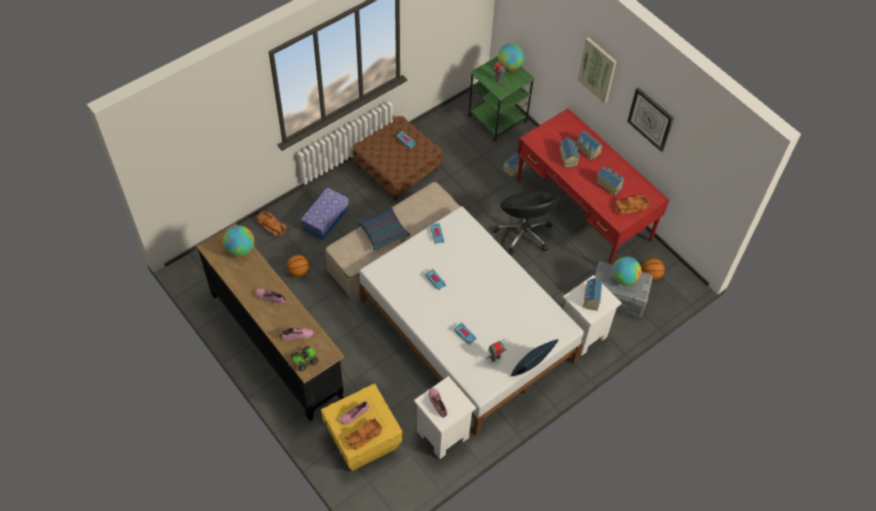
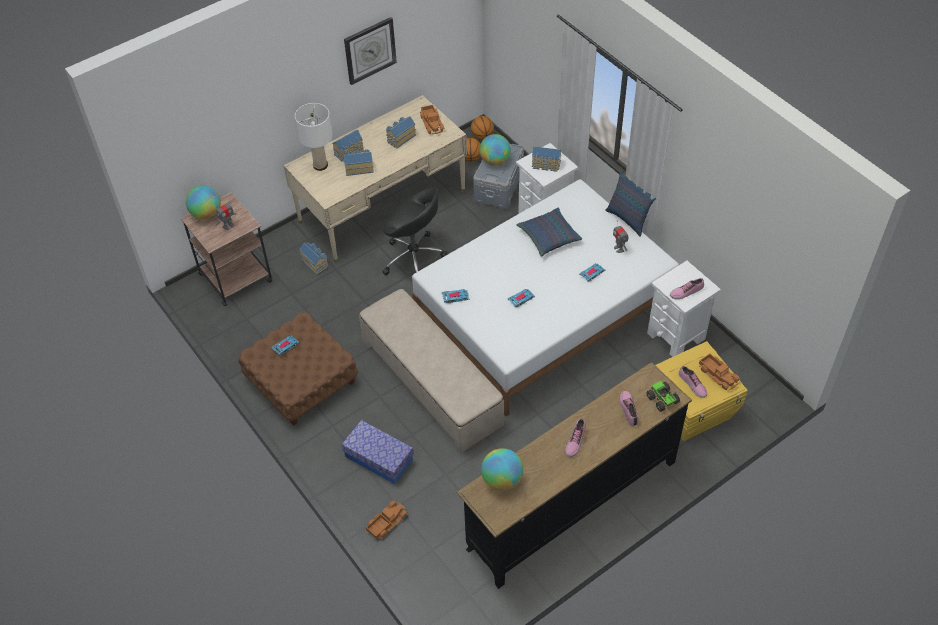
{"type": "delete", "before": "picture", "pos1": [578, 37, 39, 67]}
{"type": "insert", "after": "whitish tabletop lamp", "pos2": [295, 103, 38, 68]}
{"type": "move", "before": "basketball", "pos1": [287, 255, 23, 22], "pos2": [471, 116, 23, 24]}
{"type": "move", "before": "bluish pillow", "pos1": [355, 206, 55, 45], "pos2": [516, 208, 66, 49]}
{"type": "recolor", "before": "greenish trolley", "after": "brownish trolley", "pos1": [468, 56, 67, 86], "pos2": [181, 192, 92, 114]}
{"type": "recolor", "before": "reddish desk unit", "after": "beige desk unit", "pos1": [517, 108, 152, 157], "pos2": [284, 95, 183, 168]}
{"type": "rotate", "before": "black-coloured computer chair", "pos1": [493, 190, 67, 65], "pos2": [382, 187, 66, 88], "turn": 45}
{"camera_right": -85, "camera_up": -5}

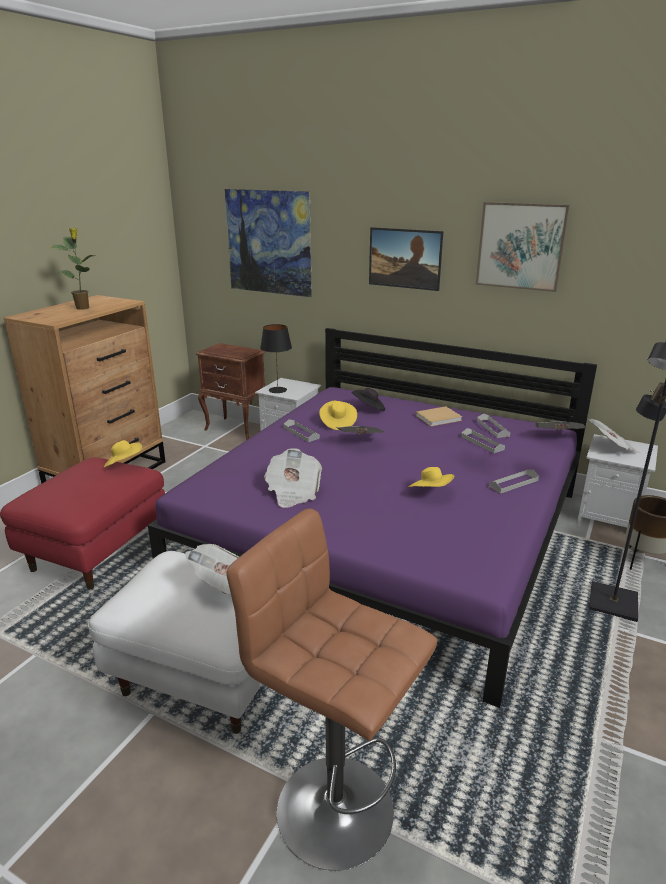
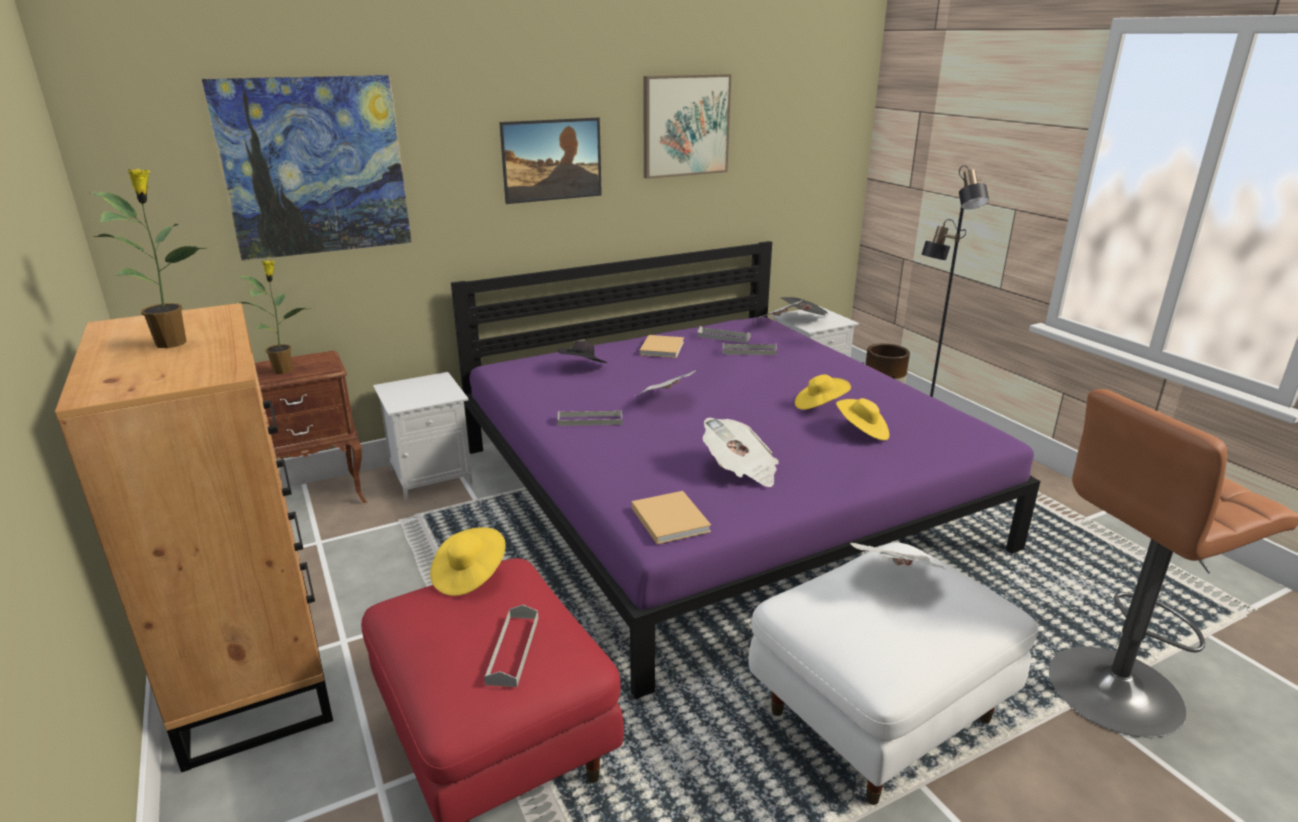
{"type": "delete", "before": "black-coloured tabletop lamp", "pos1": [260, 324, 32, 69]}
{"type": "insert", "after": "potted plant", "pos2": [236, 260, 72, 114]}
{"type": "insert", "after": "beige book", "pos2": [632, 491, 79, 53]}
{"type": "move", "before": "yellow-coloured hat", "pos1": [319, 401, 38, 29], "pos2": [836, 398, 53, 42]}
{"type": "move", "before": "greyish serving tray", "pos1": [489, 469, 50, 25], "pos2": [484, 605, 54, 82]}
{"camera_right": -55, "camera_up": 0}

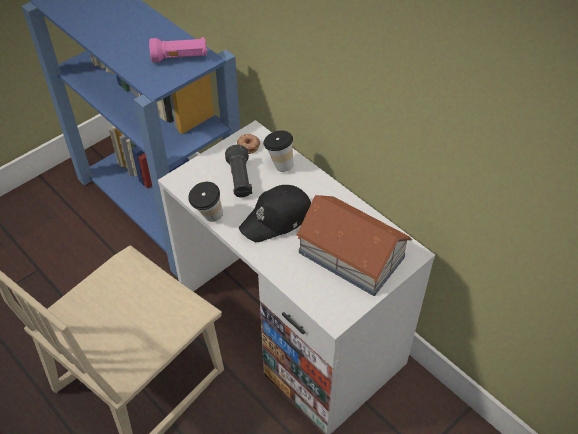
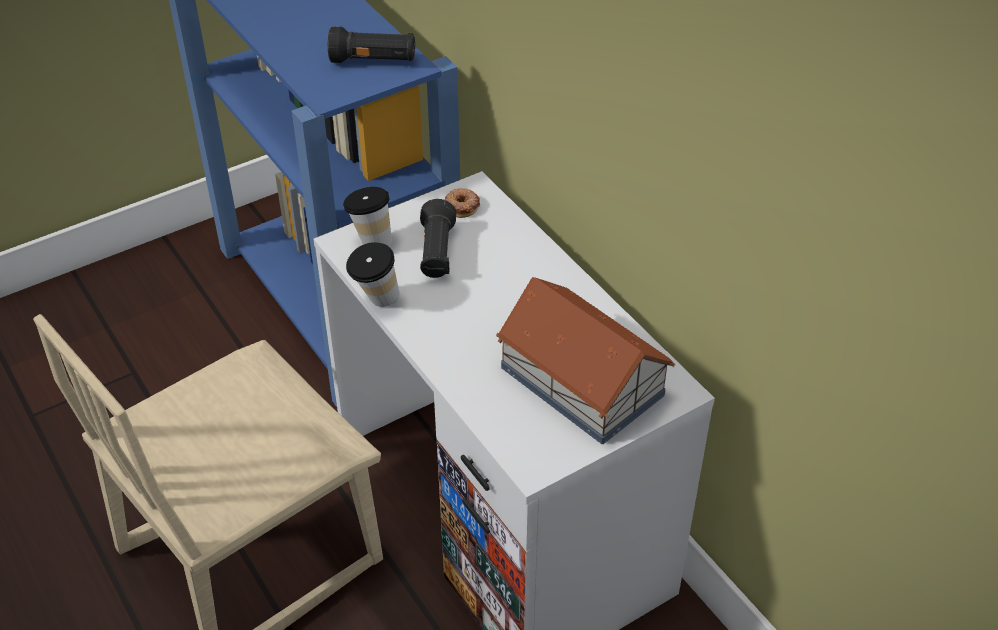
{"type": "delete", "before": "black-coloured baseball cap", "pos1": [239, 185, 72, 57]}
{"type": "move", "before": "small cup", "pos1": [263, 131, 31, 41], "pos2": [343, 187, 49, 59]}
{"type": "recolor", "before": "pink flashlight", "after": "black-coloured flashlight", "pos1": [149, 37, 58, 25], "pos2": [328, 26, 87, 37]}
{"camera_right": 10, "camera_up": -5}

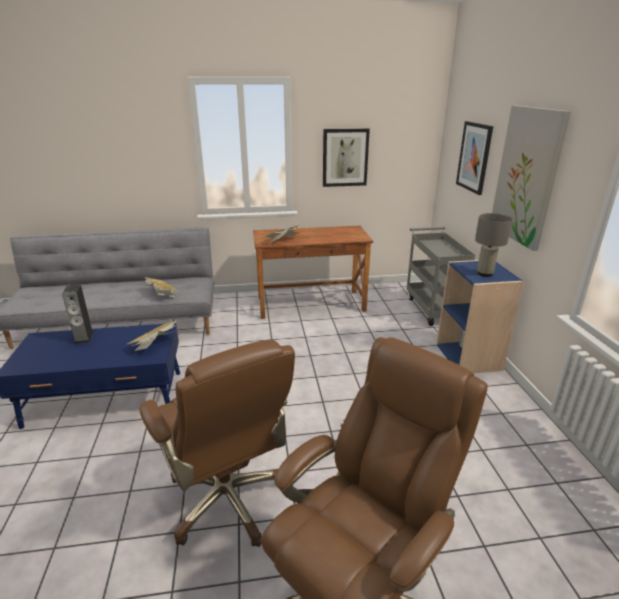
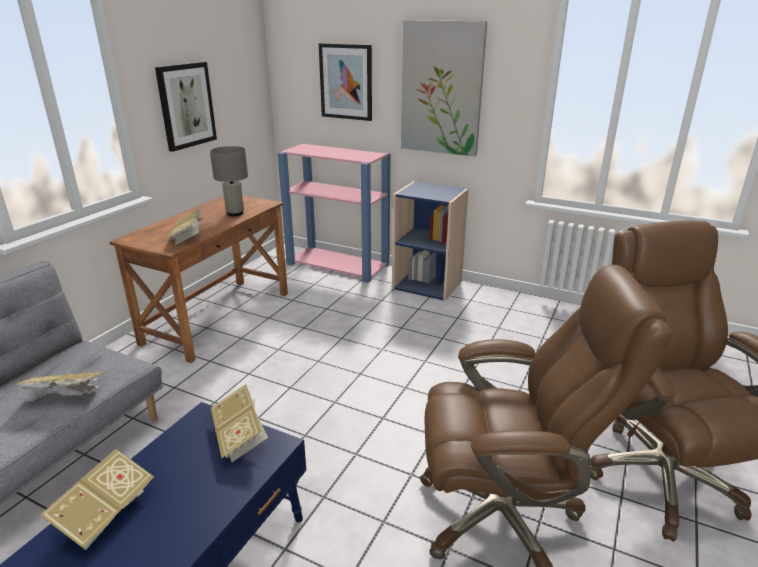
{"type": "move", "before": "greyish tabletop lamp", "pos1": [475, 213, 37, 64], "pos2": [210, 146, 38, 70]}
{"type": "replace", "before": "loudspeaker", "after": "book", "pos1": [62, 284, 32, 60], "pos2": [40, 449, 114, 101]}
{"type": "replace", "before": "greyish trolley", "after": "pink bookcase", "pos1": [407, 227, 68, 99], "pos2": [278, 143, 113, 140]}
{"camera_right": -55, "camera_up": 0}

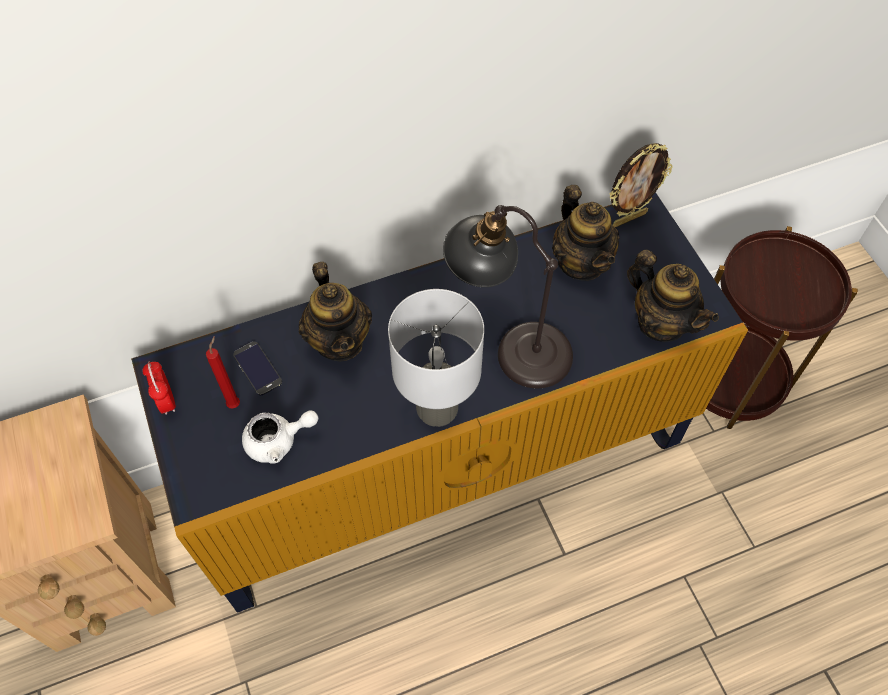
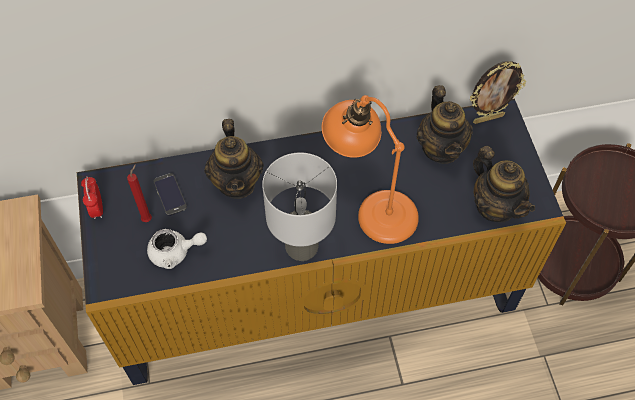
{"type": "recolor", "before": "greyish tabletop lamp", "after": "orange-coloured tabletop lamp", "pos1": [443, 205, 130, 183], "pos2": [322, 95, 97, 149]}
{"camera_right": 10, "camera_up": 0}

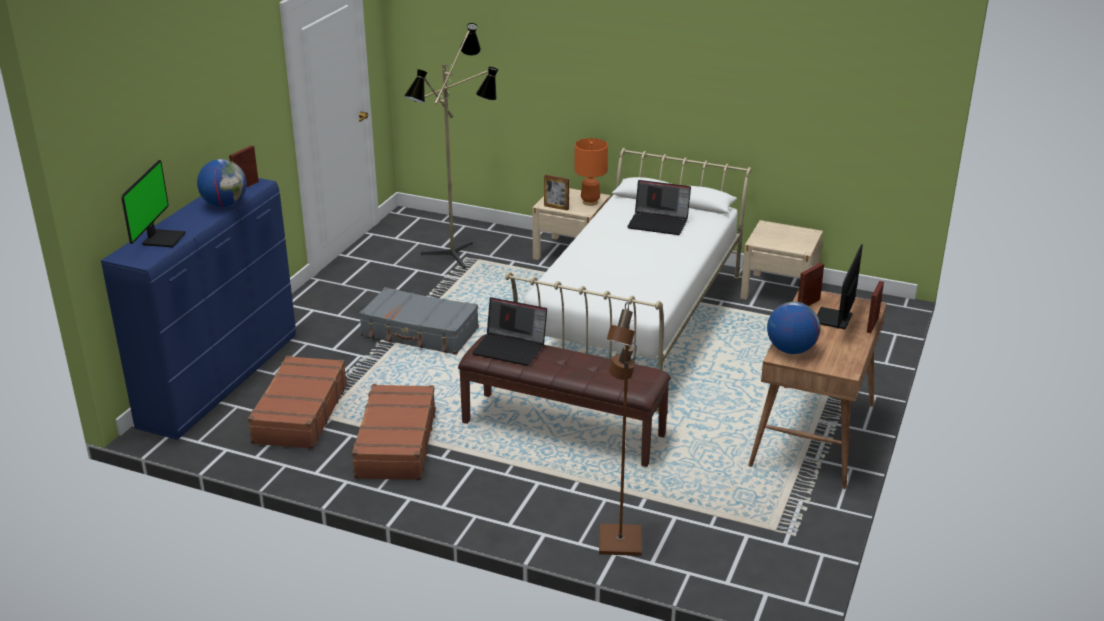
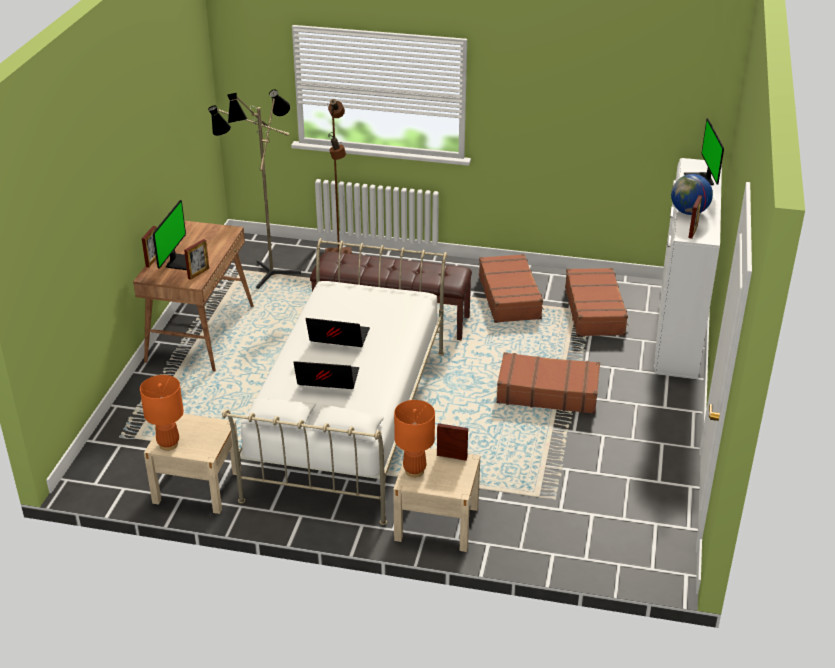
{"type": "delete", "before": "globe", "pos1": [767, 302, 53, 52]}
{"type": "insert", "after": "orange-coloured tabletop lamp", "pos2": [140, 375, 44, 76]}
{"type": "move", "before": "standard lamp", "pos1": [404, 23, 94, 246], "pos2": [208, 90, 93, 199]}
{"type": "move", "before": "portable computer", "pos1": [472, 297, 75, 69], "pos2": [306, 318, 64, 29]}
{"type": "recolor", "before": "bluish dresser", "after": "whitish dresser", "pos1": [101, 178, 195, 262], "pos2": [654, 158, 68, 221]}
{"type": "recolor", "before": "greyish piece of luggage", "after": "brownish piece of luggage", "pos1": [359, 287, 120, 68], "pos2": [496, 352, 104, 62]}
{"camera_right": 170, "camera_up": 5}

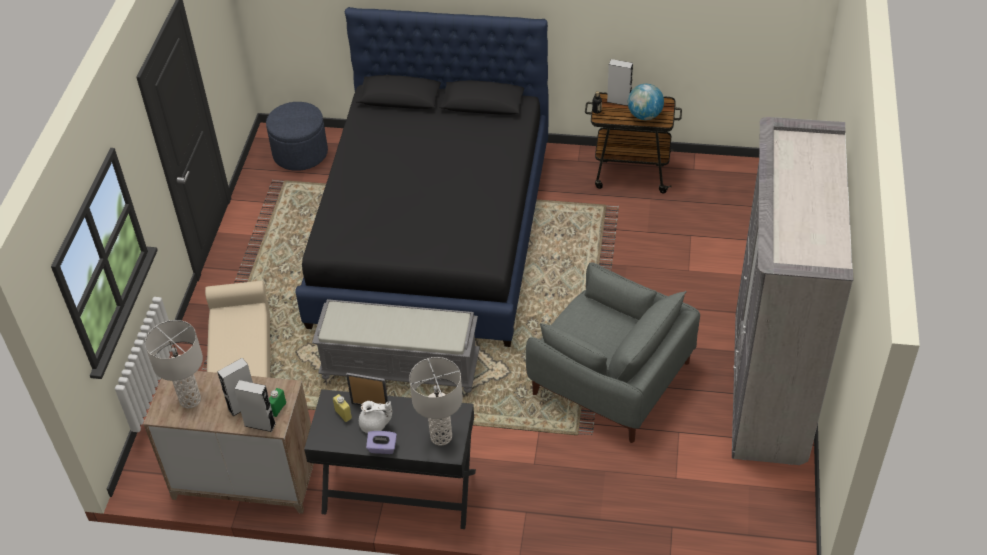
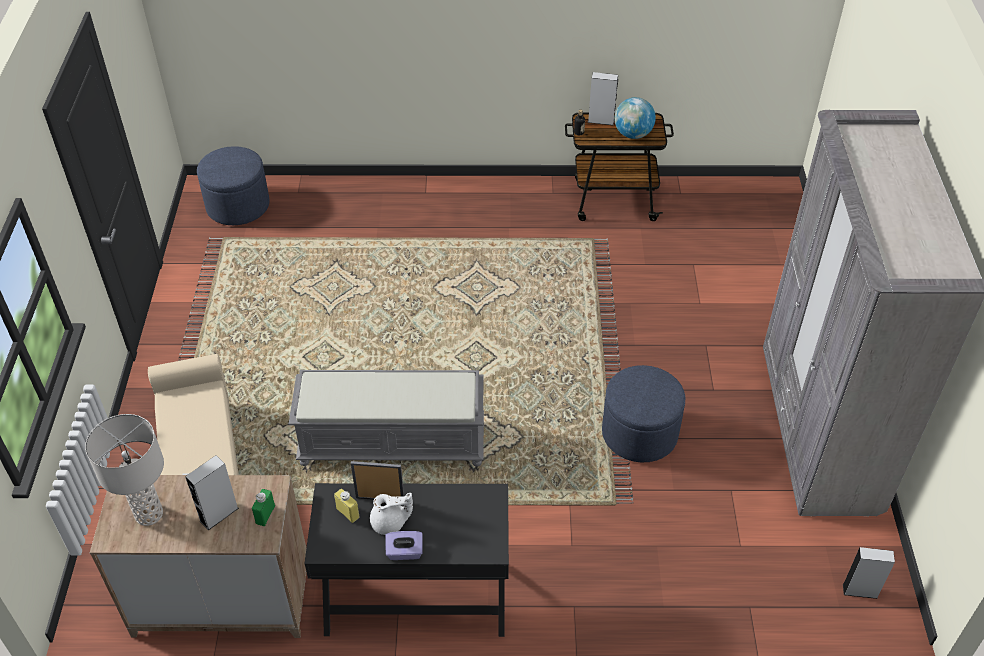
{"type": "delete", "before": "black-coloured bed", "pos1": [295, 7, 254, 340]}
{"type": "delete", "before": "whitish tabletop lamp", "pos1": [409, 357, 54, 89]}
{"type": "move", "before": "greyish loudspeaker", "pos1": [234, 380, 42, 52], "pos2": [843, 547, 52, 52]}
{"type": "replace", "before": "greyish easy chair", "after": "bluish pouffe", "pos1": [526, 262, 174, 181], "pos2": [602, 365, 83, 98]}
{"camera_right": -10, "camera_up": 0}

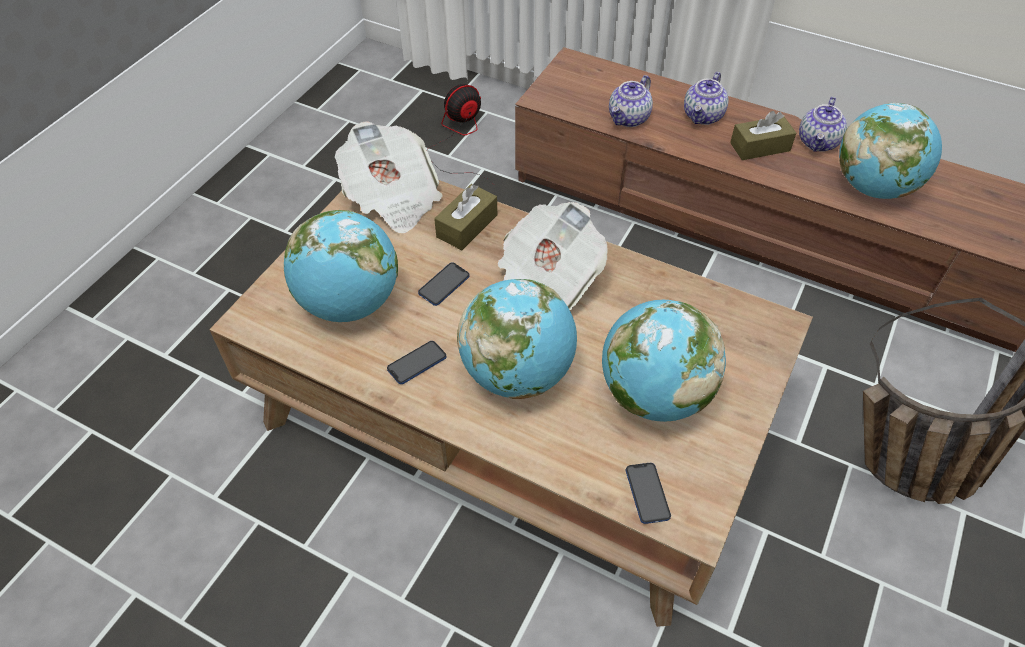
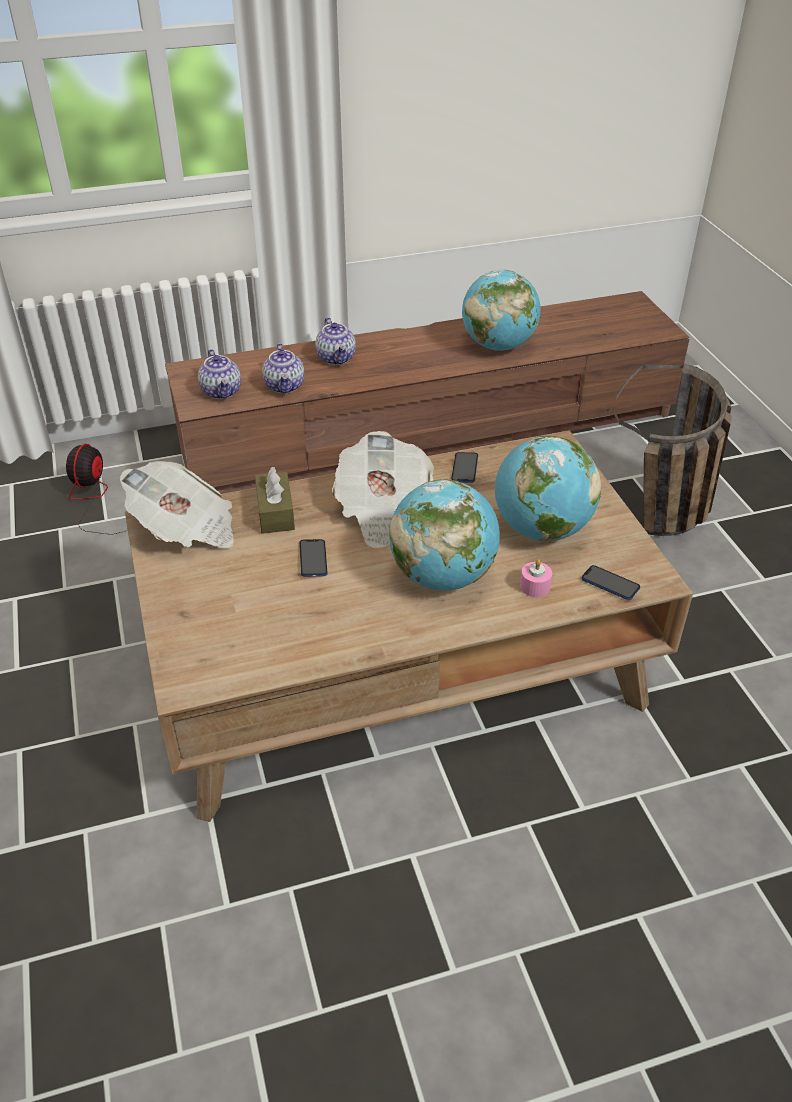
{"type": "delete", "before": "globe", "pos1": [284, 210, 114, 112]}
{"type": "delete", "before": "brownish tissue holder", "pos1": [730, 111, 66, 49]}
{"type": "insert", "after": "pink wax candle", "pos2": [520, 559, 32, 38]}
{"type": "move", "before": "telephone", "pos1": [387, 341, 60, 43], "pos2": [451, 452, 27, 31]}
{"type": "move", "before": "tea pot", "pos1": [799, 97, 48, 55], "pos2": [198, 349, 43, 50]}
{"camera_right": -45, "camera_up": -10}

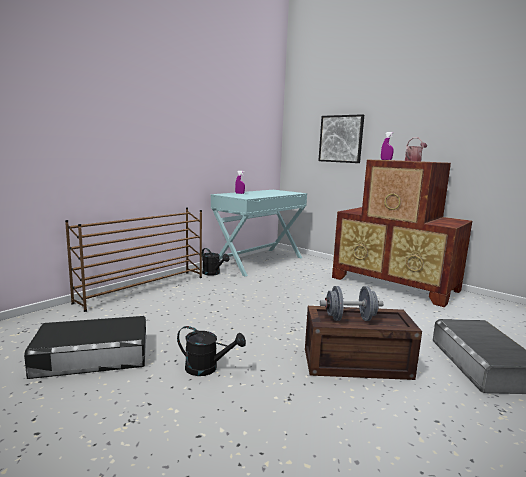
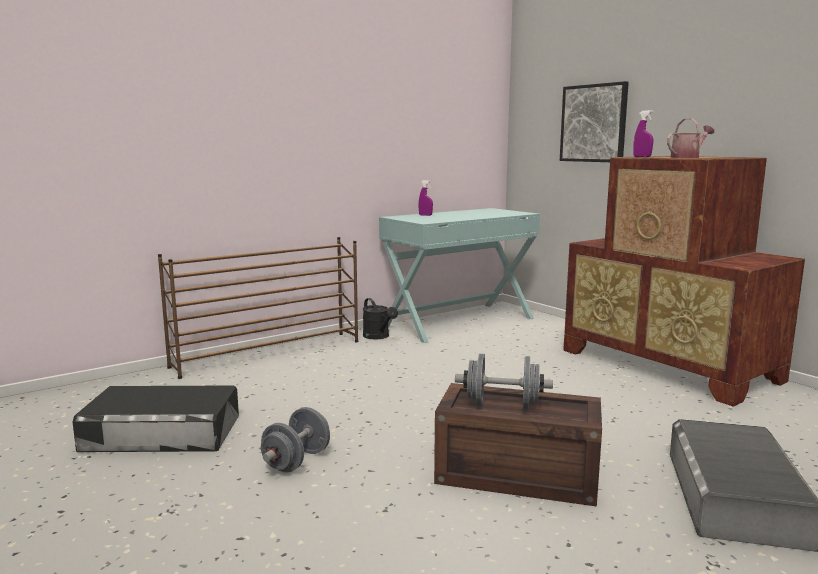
{"type": "replace", "before": "black-coloured watering pot", "after": "greyish hand weight", "pos1": [177, 326, 69, 50], "pos2": [261, 407, 69, 65]}
{"camera_right": 15, "camera_up": 0}

